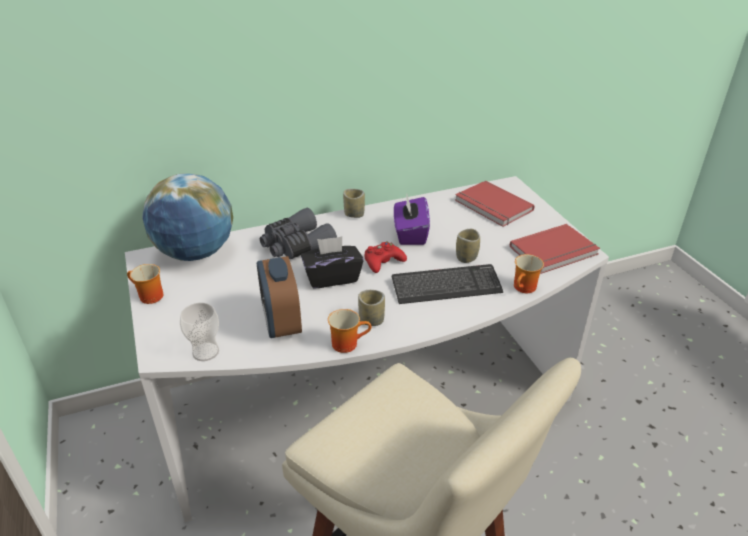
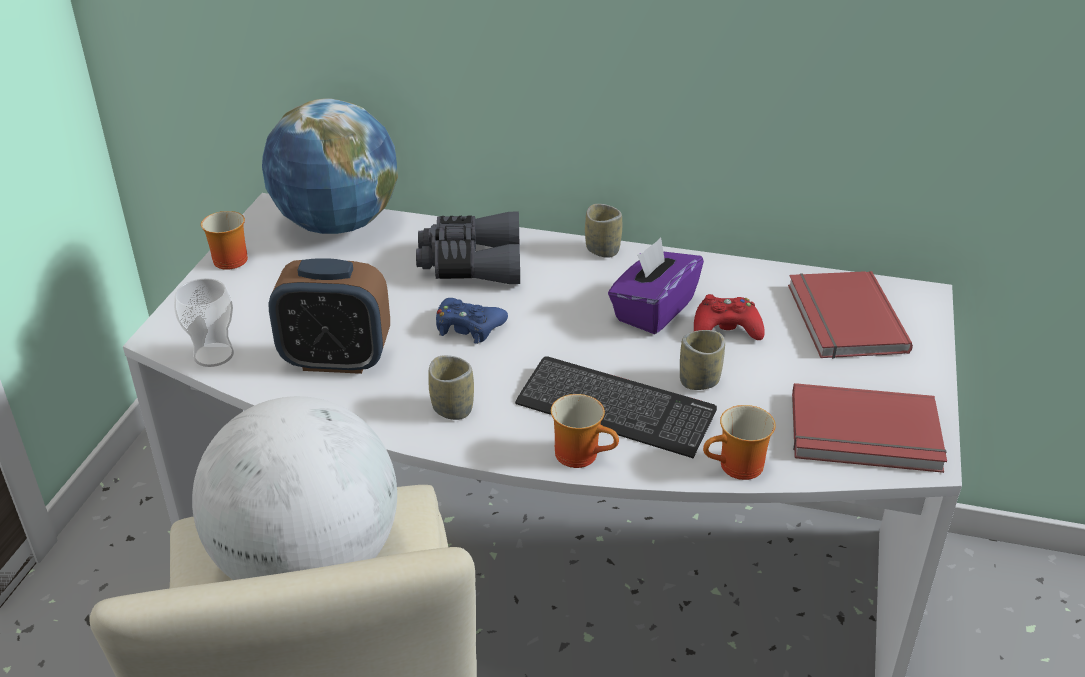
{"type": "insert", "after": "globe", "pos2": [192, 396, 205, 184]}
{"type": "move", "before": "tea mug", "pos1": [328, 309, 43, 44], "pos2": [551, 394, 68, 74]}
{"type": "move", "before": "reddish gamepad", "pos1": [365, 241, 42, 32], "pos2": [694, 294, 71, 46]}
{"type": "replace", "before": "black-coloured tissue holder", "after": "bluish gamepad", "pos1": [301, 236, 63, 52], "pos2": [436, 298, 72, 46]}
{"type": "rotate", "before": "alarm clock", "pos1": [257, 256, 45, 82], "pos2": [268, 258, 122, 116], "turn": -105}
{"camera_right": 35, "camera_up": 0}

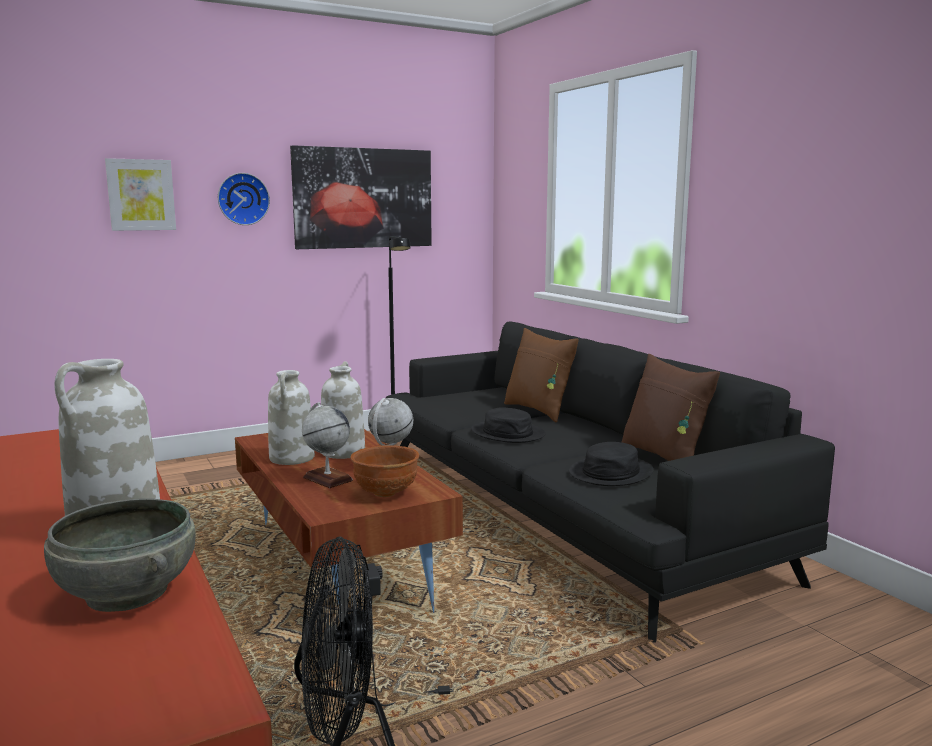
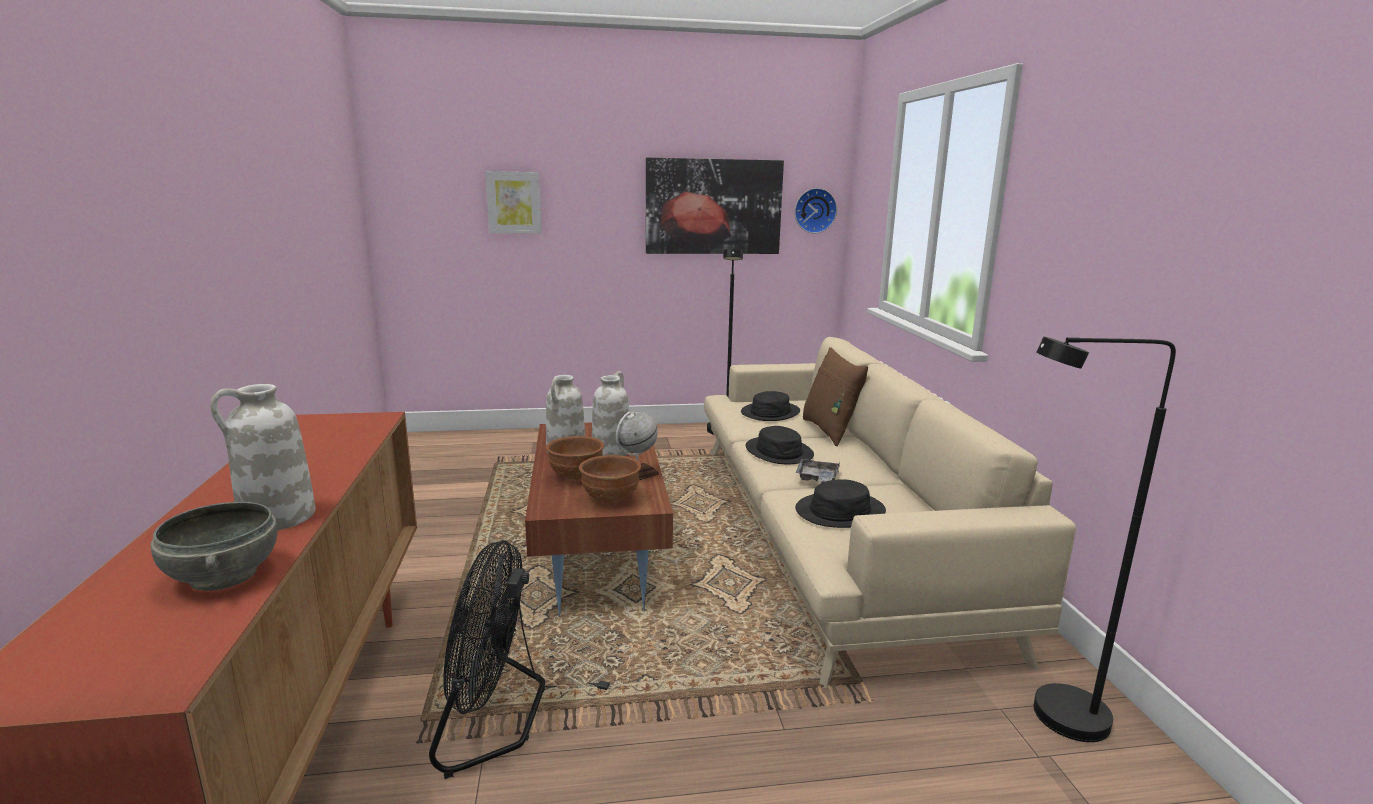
{"type": "delete", "before": "brownish pillow", "pos1": [622, 354, 98, 107]}
{"type": "insert", "after": "black-coloured hat", "pos2": [741, 391, 59, 30]}
{"type": "insert", "after": "greyish serving tray", "pos2": [796, 459, 44, 24]}
{"type": "insert", "after": "black-coloured standard lamp", "pos2": [1033, 337, 143, 405]}
{"type": "move", "before": "wall clock", "pos1": [218, 173, 52, 52], "pos2": [795, 188, 42, 46]}
{"type": "replace", "before": "globe", "after": "brownish bowl", "pos1": [302, 402, 51, 86], "pos2": [546, 436, 58, 44]}
{"type": "recolor", "before": "black-coloured settee", "after": "beige settee", "pos1": [386, 322, 449, 321], "pos2": [704, 337, 372, 351]}
{"camera_right": 20, "camera_up": 5}

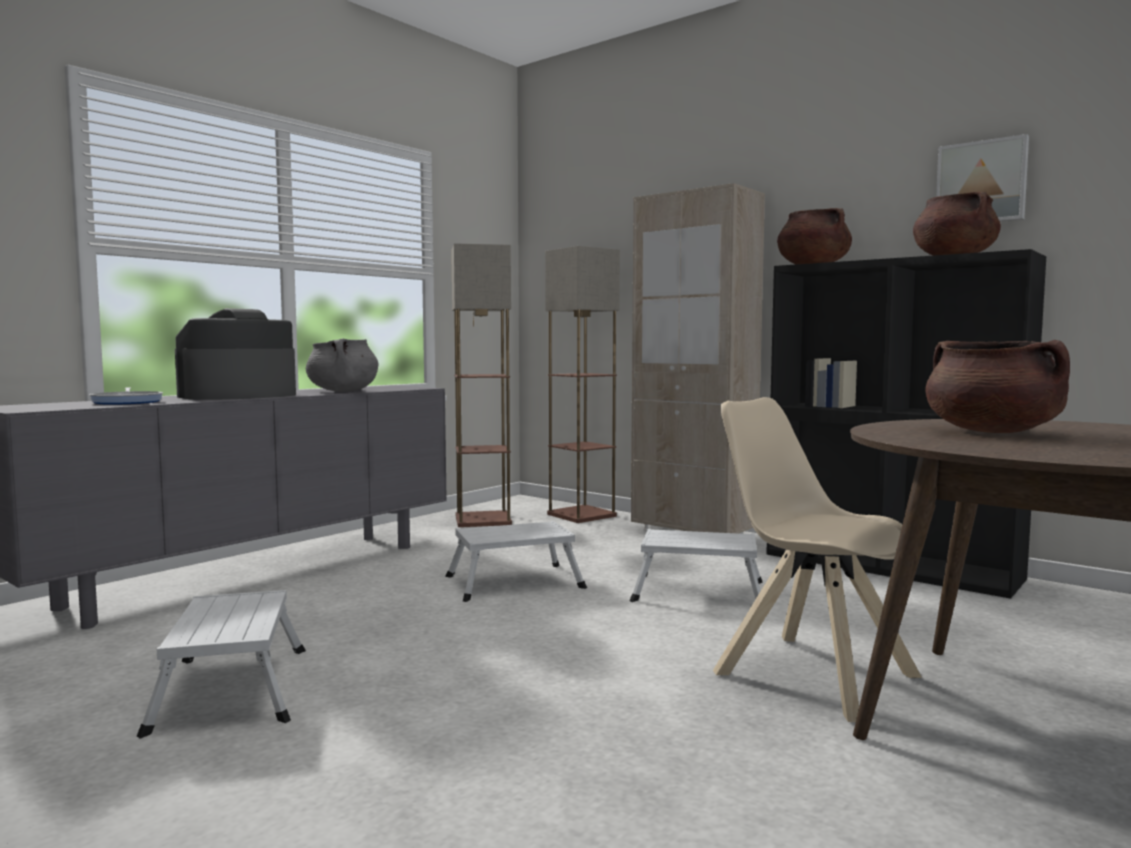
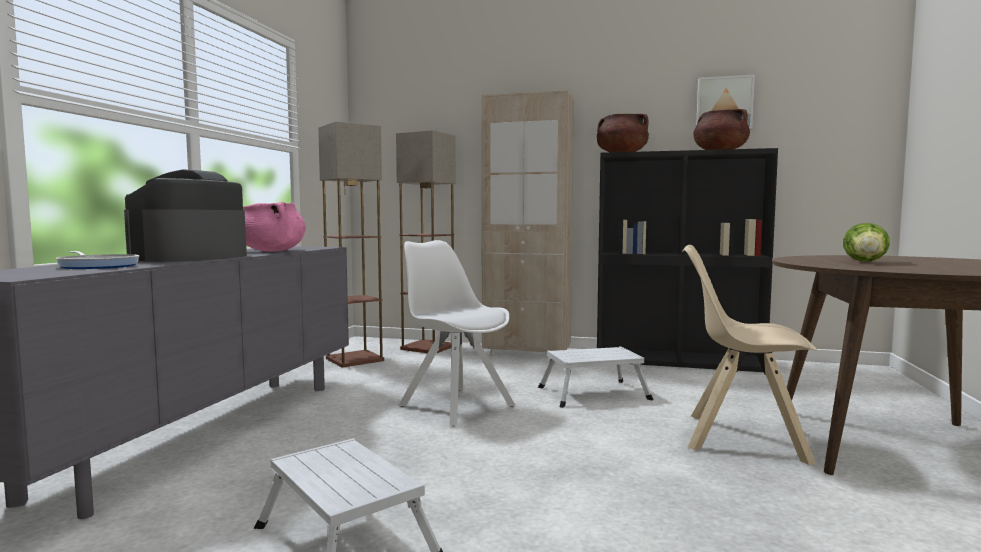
{"type": "replace", "before": "whitish step stool", "after": "whitish chair", "pos1": [445, 521, 142, 81], "pos2": [398, 240, 118, 186]}
{"type": "replace", "before": "brownish cooking pot", "after": "lettuce", "pos1": [925, 340, 145, 93], "pos2": [843, 223, 47, 39]}
{"type": "recolor", "before": "greyish cooking pot", "after": "pink cooking pot", "pos1": [306, 338, 72, 54], "pos2": [243, 202, 63, 50]}
{"camera_right": -25, "camera_up": 0}

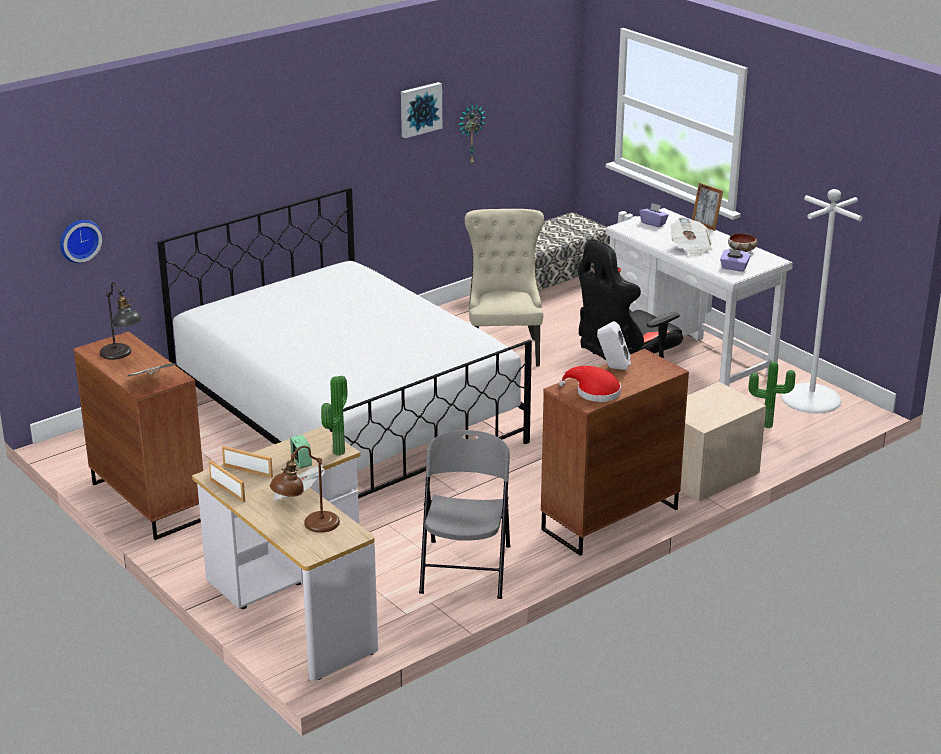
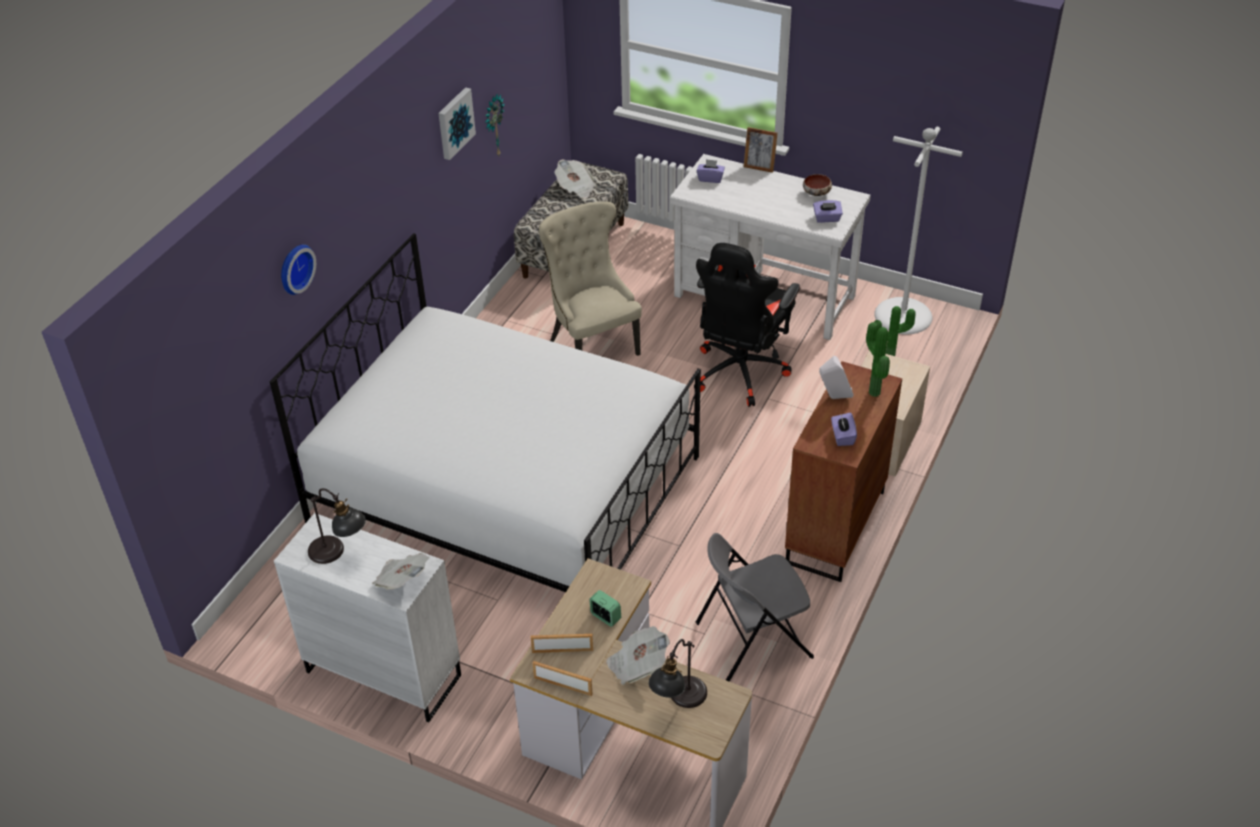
{"type": "move", "before": "wall clock", "pos1": [60, 220, 42, 43], "pos2": [281, 245, 35, 50]}
{"type": "move", "before": "potted plant", "pos1": [321, 376, 27, 80], "pos2": [866, 322, 24, 75]}
{"type": "move", "before": "newspaper", "pos1": [670, 217, 42, 41], "pos2": [554, 159, 43, 40]}
{"type": "replace", "before": "reddish hat", "after": "purple-coloured tissue holder", "pos1": [559, 366, 62, 36], "pos2": [831, 413, 26, 33]}
{"type": "recolor", "before": "brownish dresser", "after": "whitish dresser", "pos1": [73, 331, 130, 209], "pos2": [274, 513, 187, 209]}
{"type": "recolor", "before": "brownish tabletop lamp", "after": "greyish tabletop lamp", "pos1": [270, 446, 70, 87], "pos2": [648, 639, 59, 69]}
{"type": "rotate", "before": "greyish chair", "pos1": [419, 430, 92, 169], "pos2": [696, 533, 118, 149], "turn": -90}
{"camera_right": -25, "camera_up": 15}

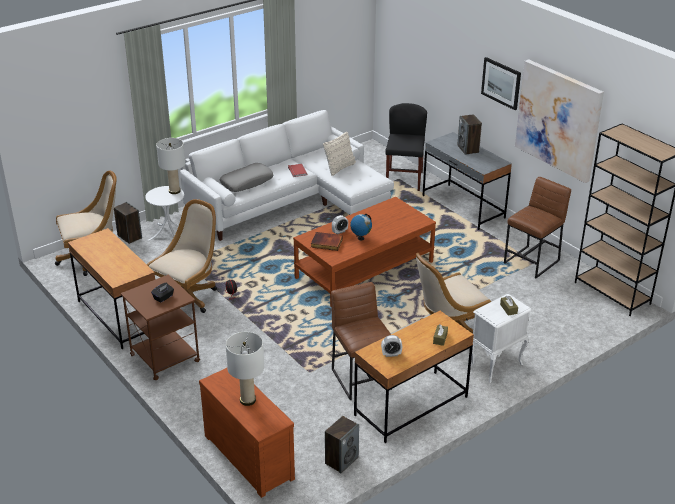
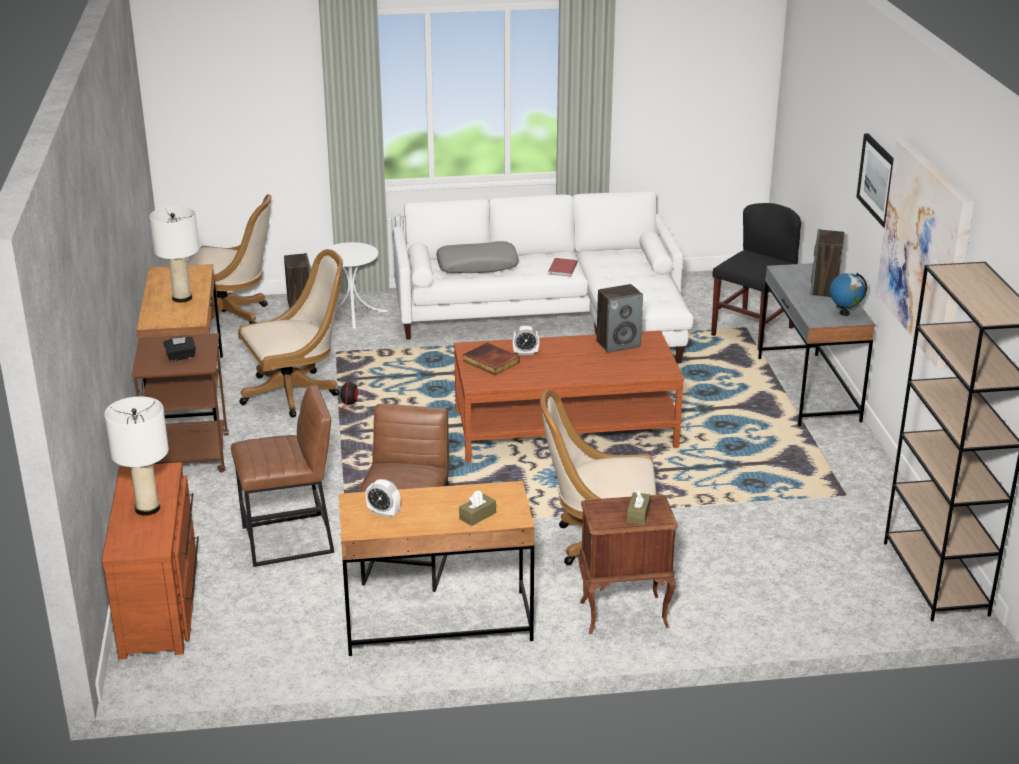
{"type": "delete", "before": "beige pillow", "pos1": [323, 132, 33, 44]}
{"type": "move", "before": "whitish tabletop lamp", "pos1": [156, 138, 29, 56], "pos2": [149, 206, 50, 96]}
{"type": "move", "before": "loudspeaker", "pos1": [325, 416, 34, 57], "pos2": [596, 284, 47, 69]}
{"type": "move", "before": "globe", "pos1": [350, 213, 22, 28], "pos2": [830, 273, 37, 43]}
{"type": "move", "before": "brownish chair", "pos1": [504, 177, 67, 101], "pos2": [231, 385, 103, 182]}
{"type": "recolor", "before": "whitish bedside table", "after": "brownish bedside table", "pos1": [469, 294, 63, 89], "pos2": [578, 494, 100, 141]}
{"camera_right": 30, "camera_up": -5}

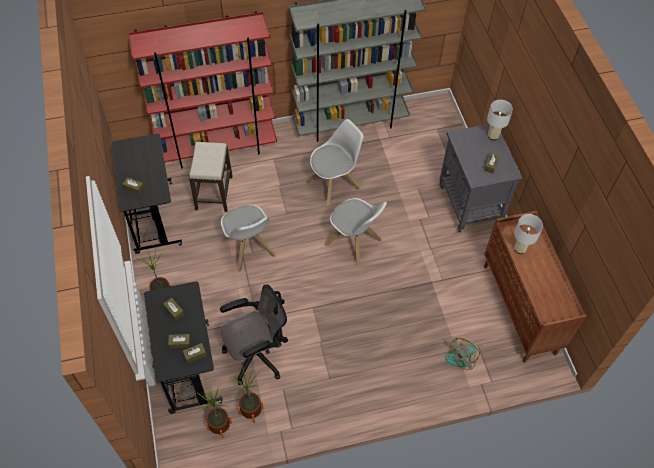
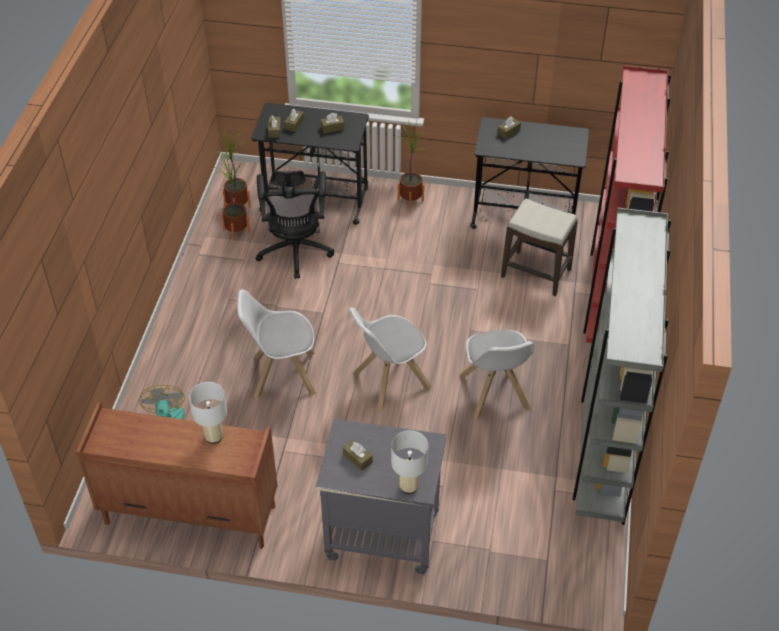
{"type": "move", "before": "chair", "pos1": [221, 205, 55, 67], "pos2": [237, 289, 79, 109]}
{"camera_right": 115, "camera_up": -10}

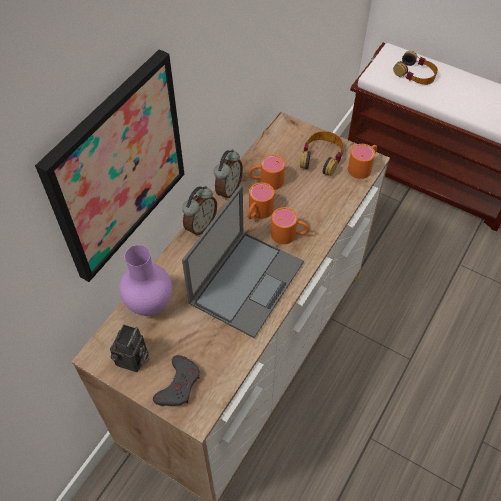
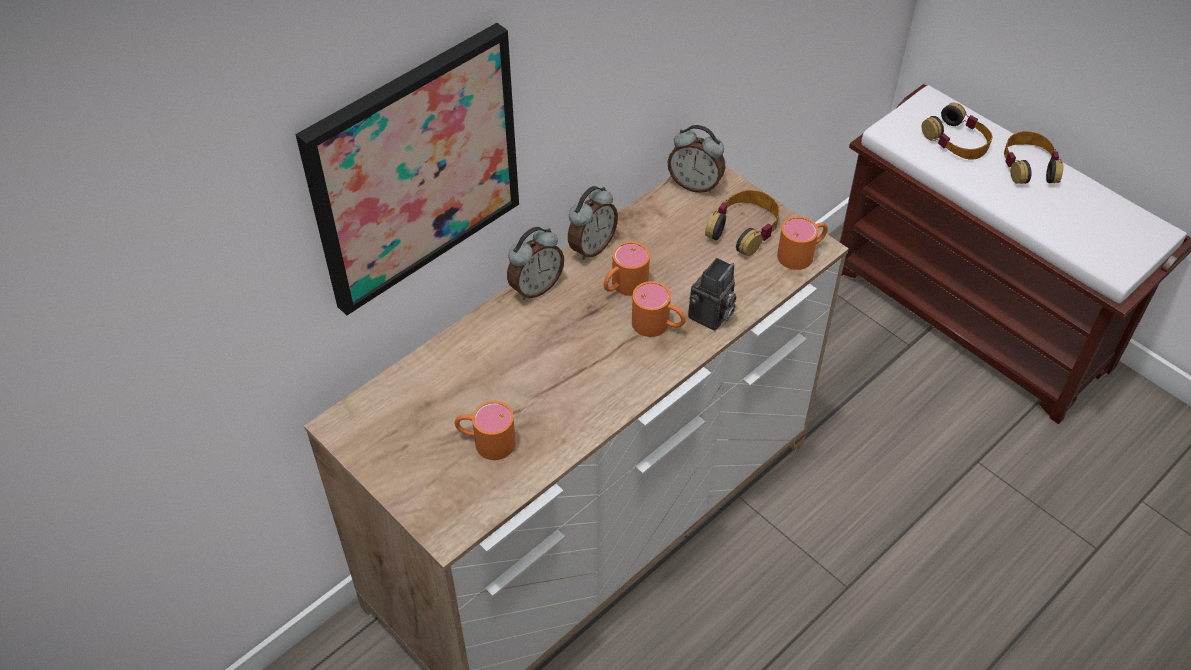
{"type": "delete", "before": "purple-coloured decorative vase", "pos1": [119, 245, 53, 71]}
{"type": "delete", "before": "greyish gamepad", "pos1": [153, 355, 47, 51]}
{"type": "delete", "before": "portable computer", "pos1": [182, 185, 122, 153]}
{"type": "insert", "after": "alarm clock", "pos2": [668, 125, 57, 68]}
{"type": "insert", "after": "headphones", "pos2": [1004, 131, 59, 53]}
{"type": "move", "before": "still camera", "pos1": [110, 324, 39, 48], "pos2": [688, 258, 48, 73]}
{"type": "move", "before": "orange-coloured tea mug", "pos1": [249, 154, 36, 36], "pos2": [455, 401, 61, 59]}
{"camera_right": 15, "camera_up": -5}

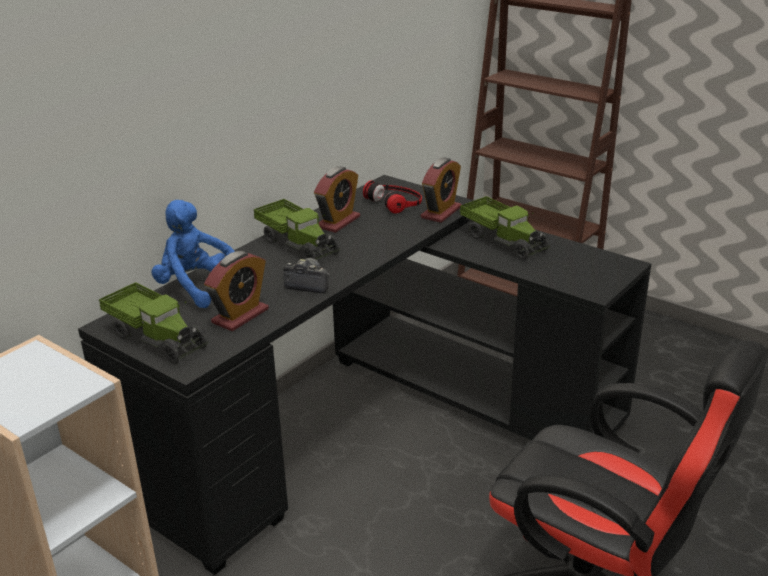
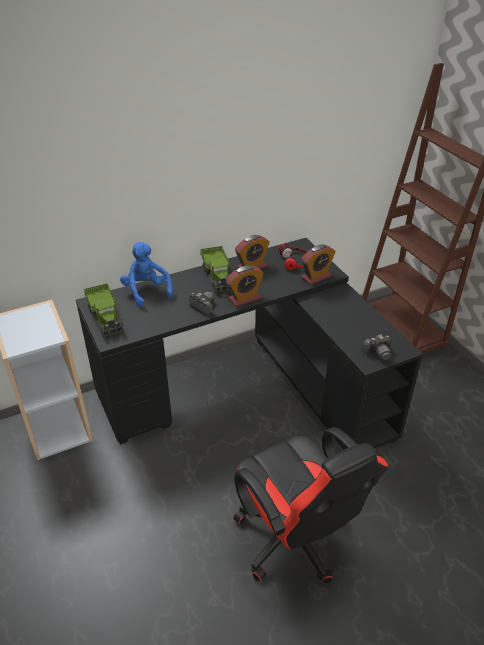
{"type": "delete", "before": "toy truck", "pos1": [460, 196, 90, 64]}
{"type": "insert", "after": "still camera", "pos2": [362, 334, 30, 27]}
{"type": "move", "before": "alarm clock", "pos1": [204, 251, 65, 80], "pos2": [226, 265, 38, 42]}
{"camera_right": 25, "camera_up": 10}

